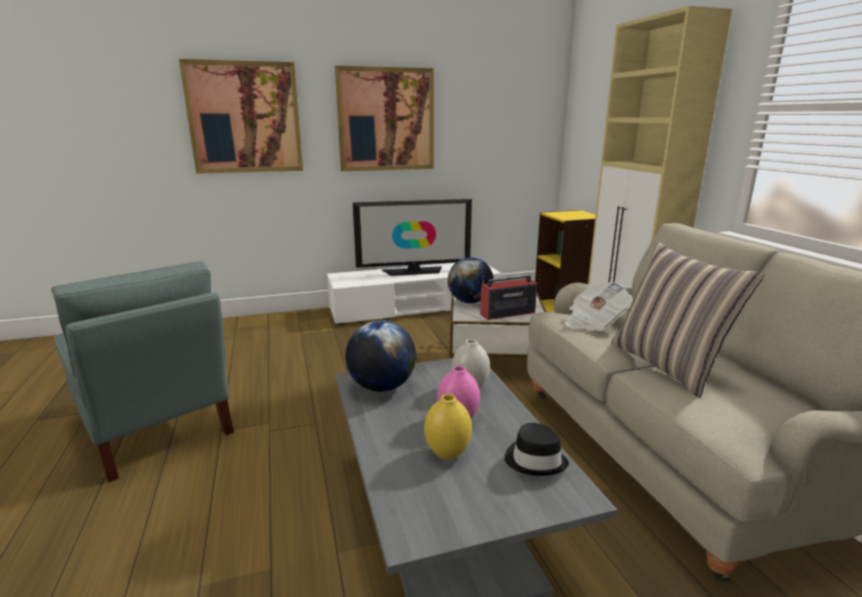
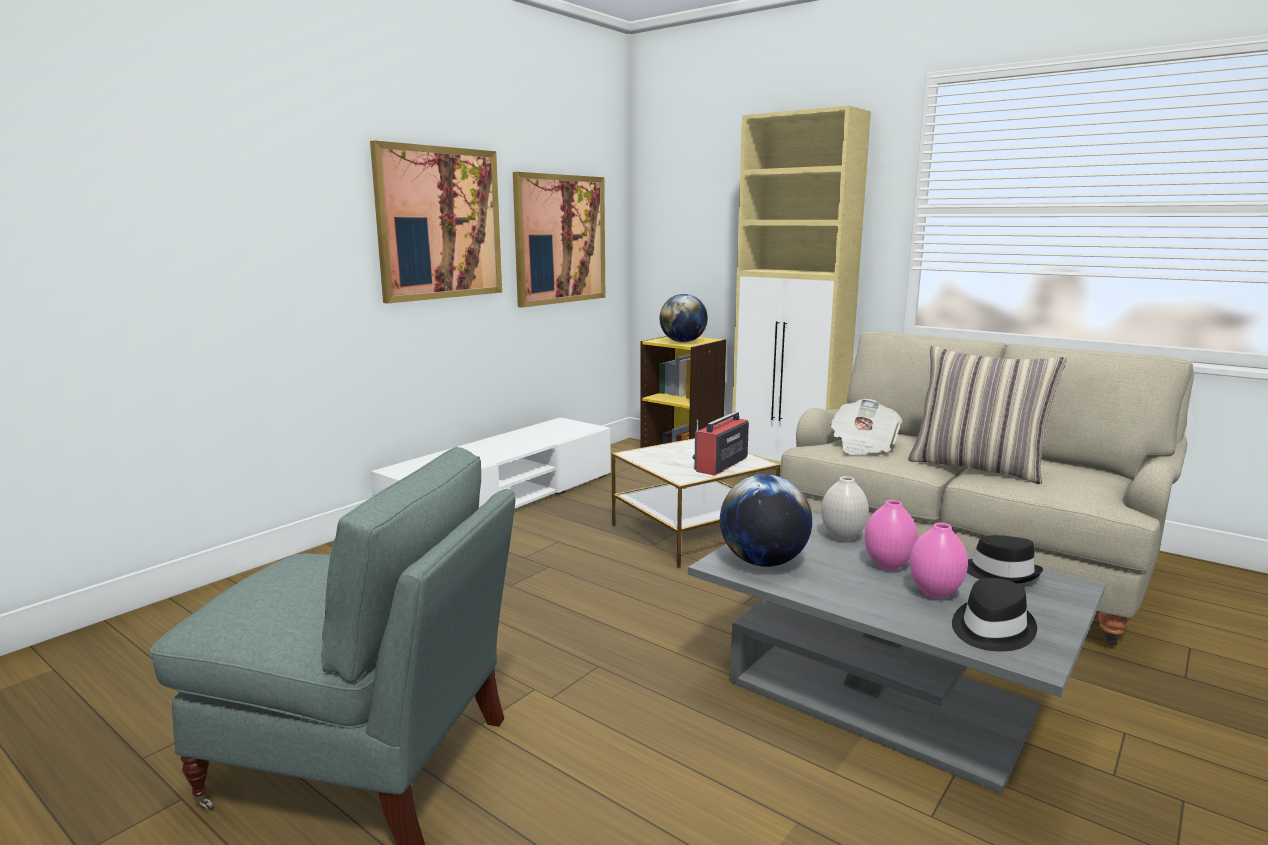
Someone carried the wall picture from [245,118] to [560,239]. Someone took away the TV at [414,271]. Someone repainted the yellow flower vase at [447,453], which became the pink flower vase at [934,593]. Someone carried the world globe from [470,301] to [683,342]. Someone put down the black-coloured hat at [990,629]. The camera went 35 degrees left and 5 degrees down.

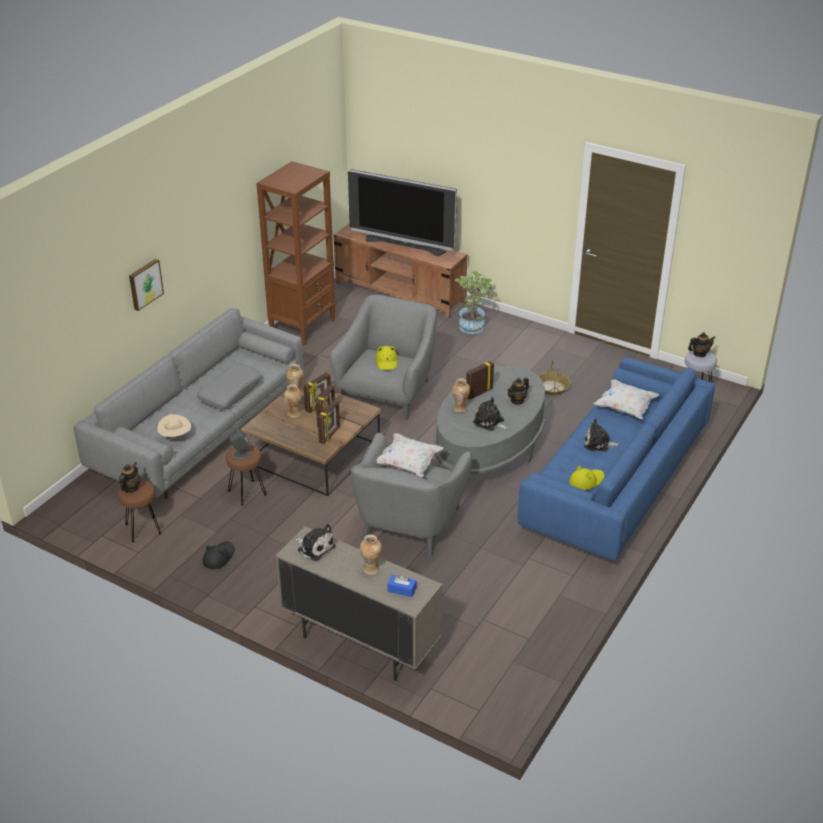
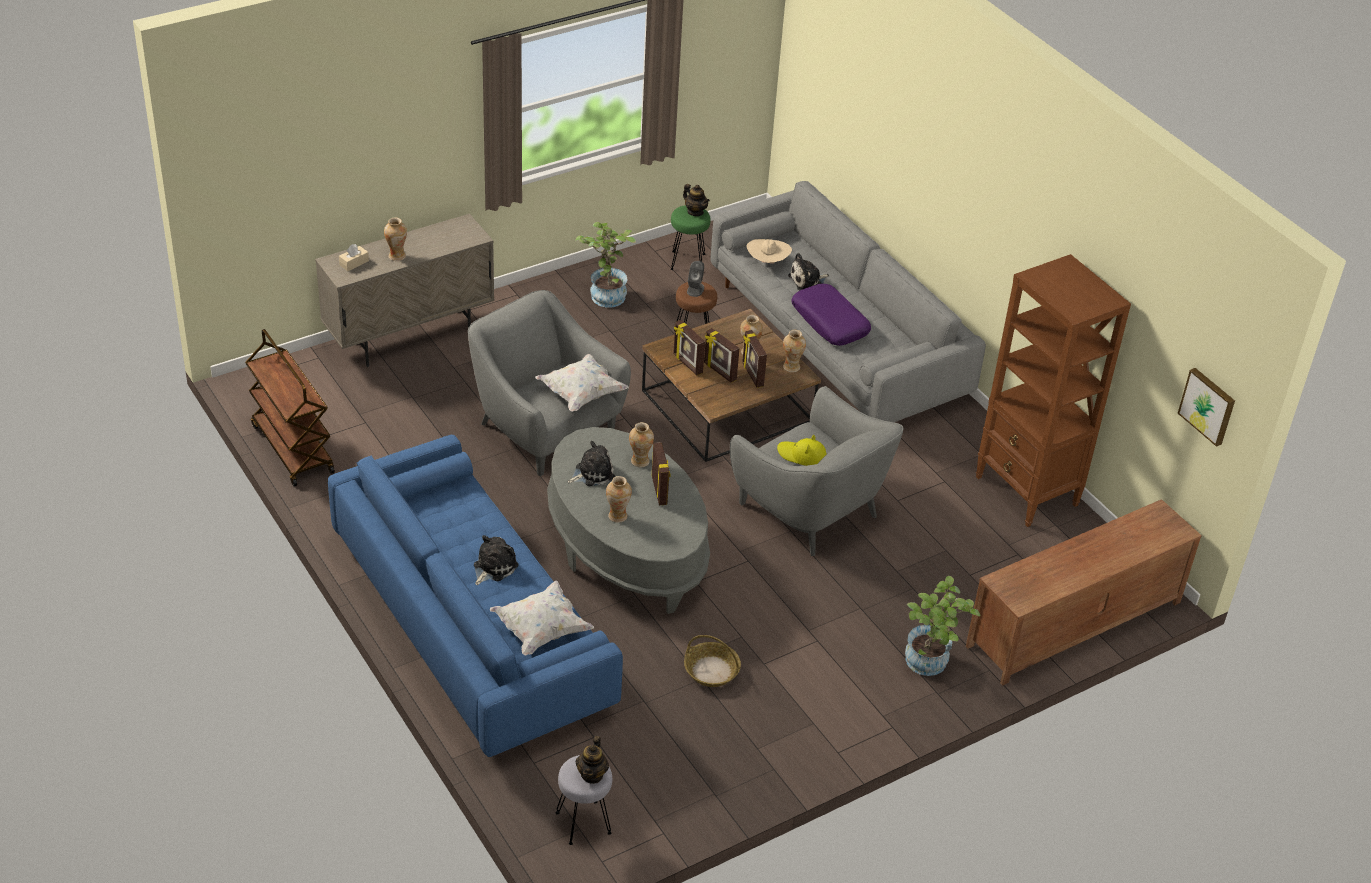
Someone repainted the brown-coloured sitting stool at [142,529], which became the green-coloured sitting stool at [688,261]. Someone carried the wall picture from [145,284] to [1208,406]. Someone repainted the greyish throw pillow at [230,392], which became the purplish throw pillow at [830,322]. Someone swapped the black-coloured hat at [218,557] for the potted plant at [606,293]. Someone carried the soft toy from [315,547] to [808,281]. Someone took away the TV at [404,245]. Someone repainted the blue tissue holder at [401,589], which became the beige-coloured tissue holder at [354,263]. Someone swapped the tea pot at [517,400] for the flower vase at [617,516]. Someone took away the yellow hat at [586,481]. Someone put down the brown-coloured trolley at [292,448]. The camera went 115 degrees right and 5 degrees up.

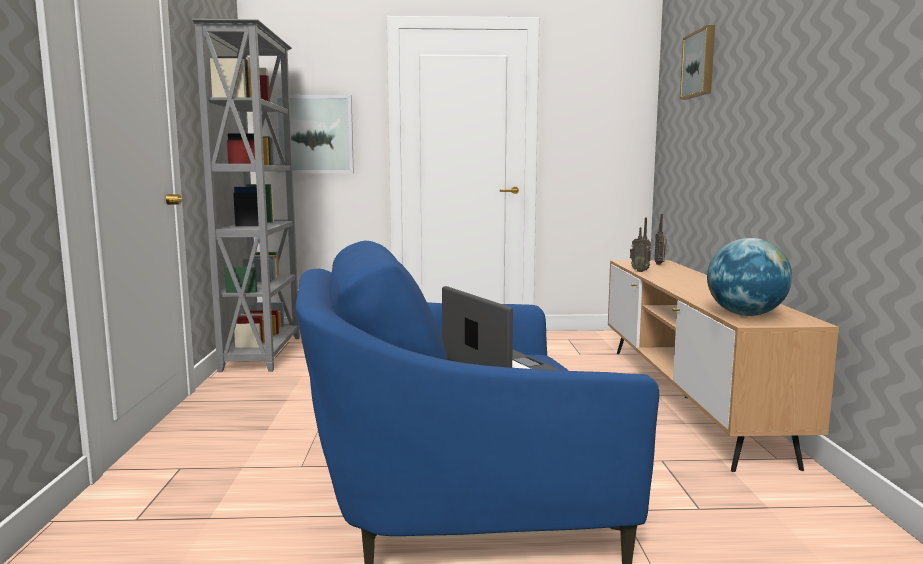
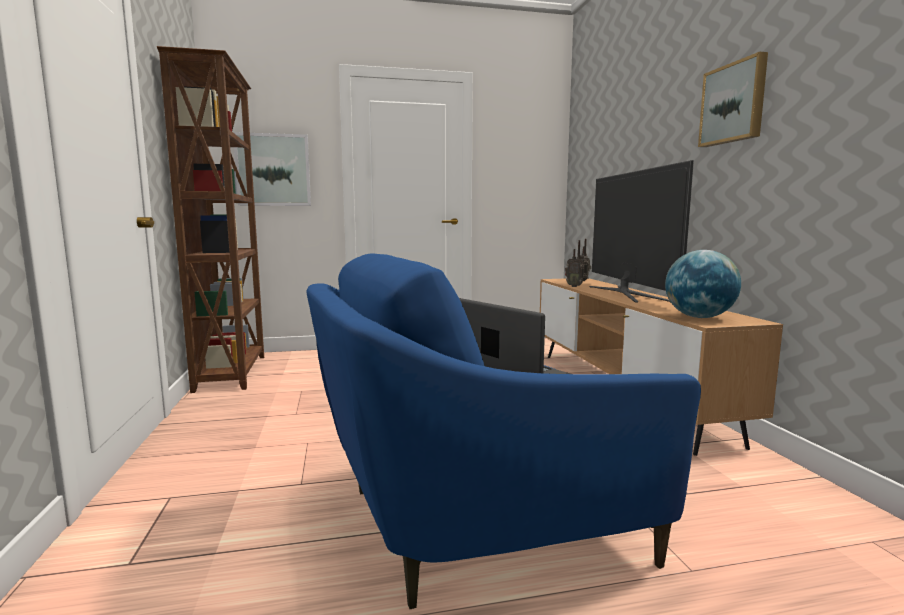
Someone repainted the greyish bookshelf at [264,353], which became the brown-coloured bookshelf at [233,372]. Someone carried the wall picture from [700,64] to [734,103]. Someone put down the TV at [627,293]. The camera went 10 degrees left and 0 degrees up.

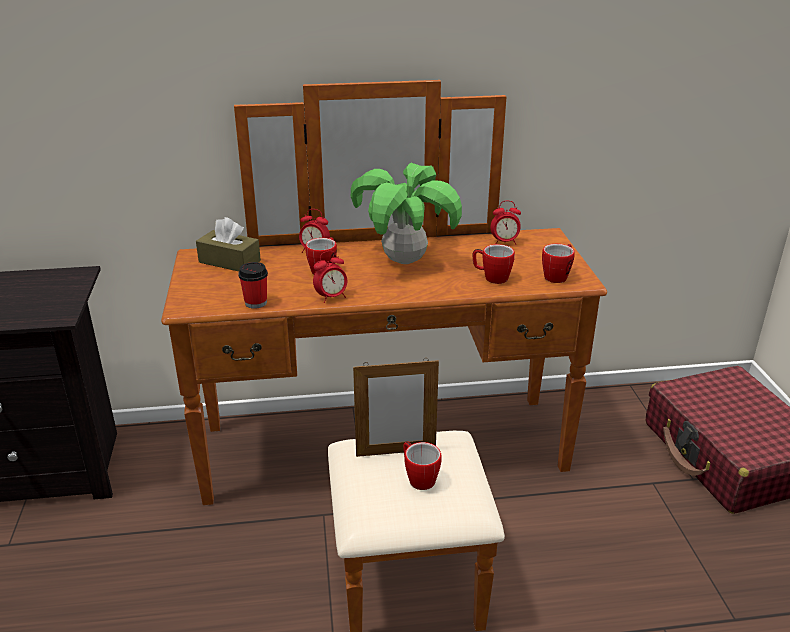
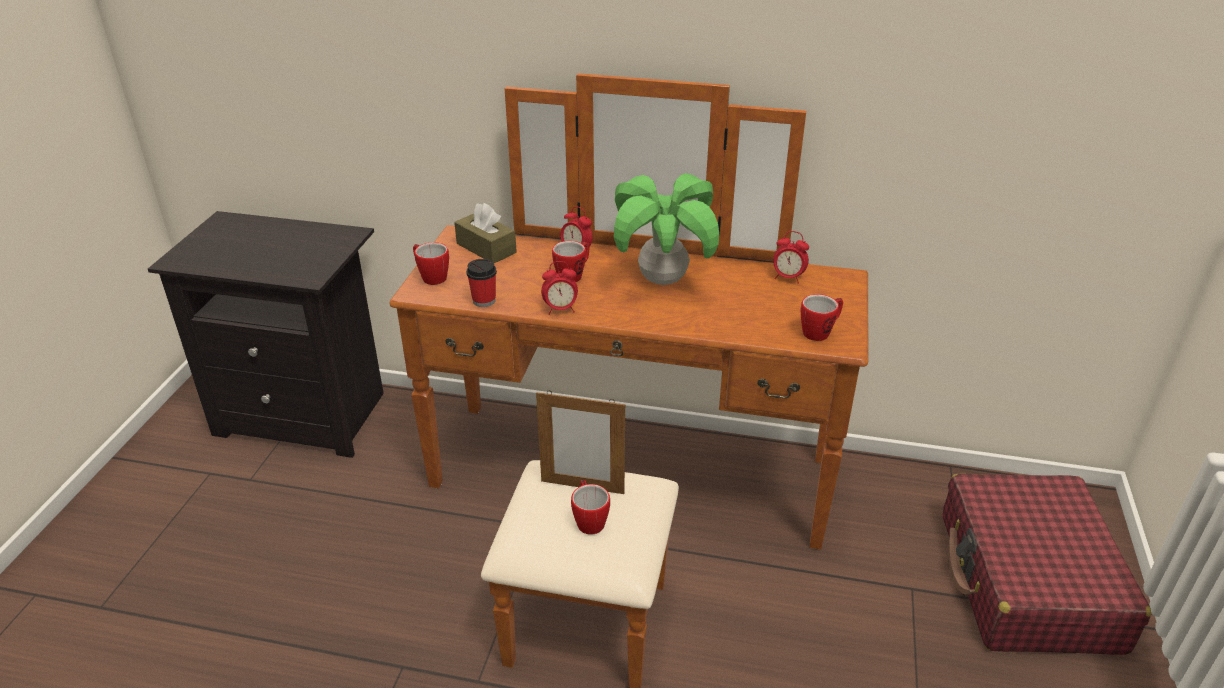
Someone carried the mug from [491,278] to [431,277]. The camera went 20 degrees right and 5 degrees up.

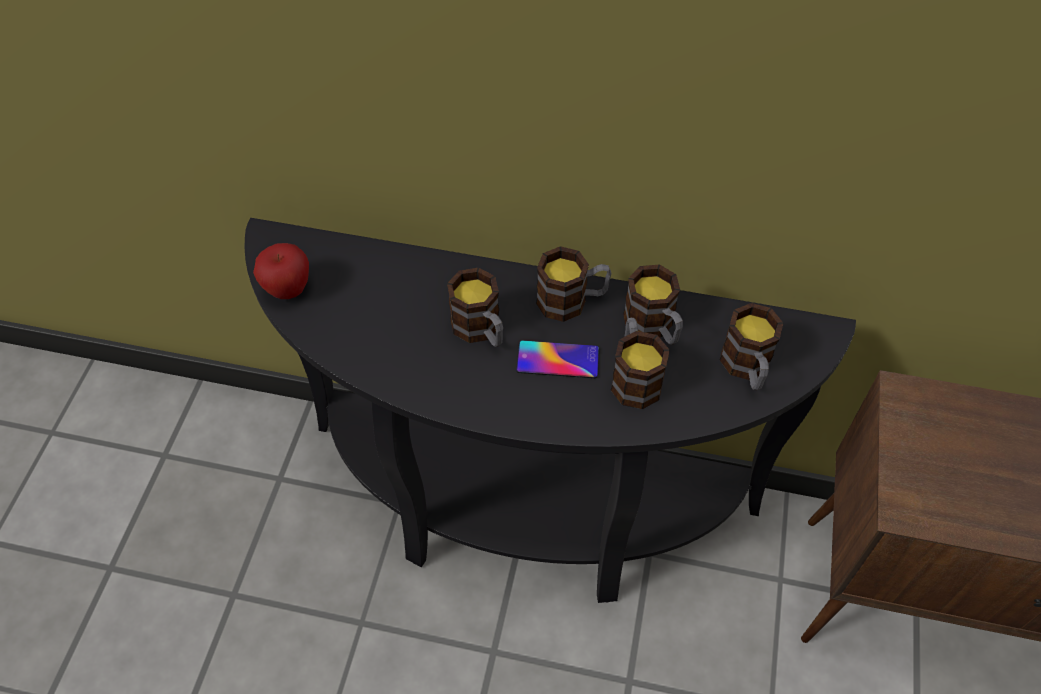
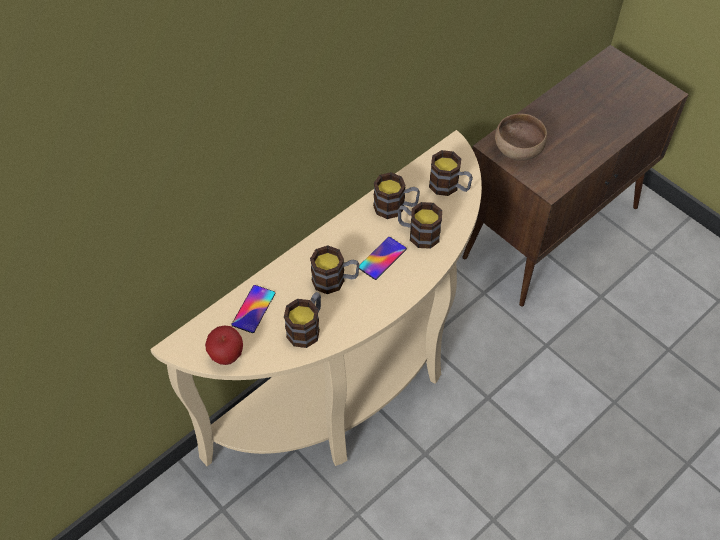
Someone repainted the black-coloured narrow table at [522,513], which became the beige-coloured narrow table at [354,387]. Someone carried the mug from [572,300] to [307,327]. Someone put down the telephone at [253,309]. Someone put down the brown-coloured deep dish at [517,150]. The camera went 55 degrees left and 0 degrees up.

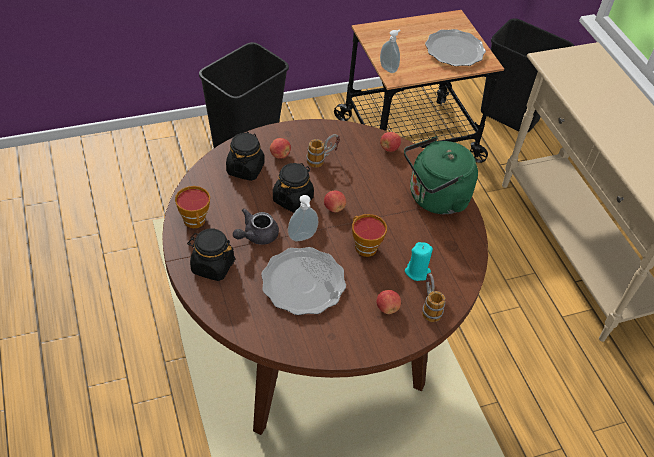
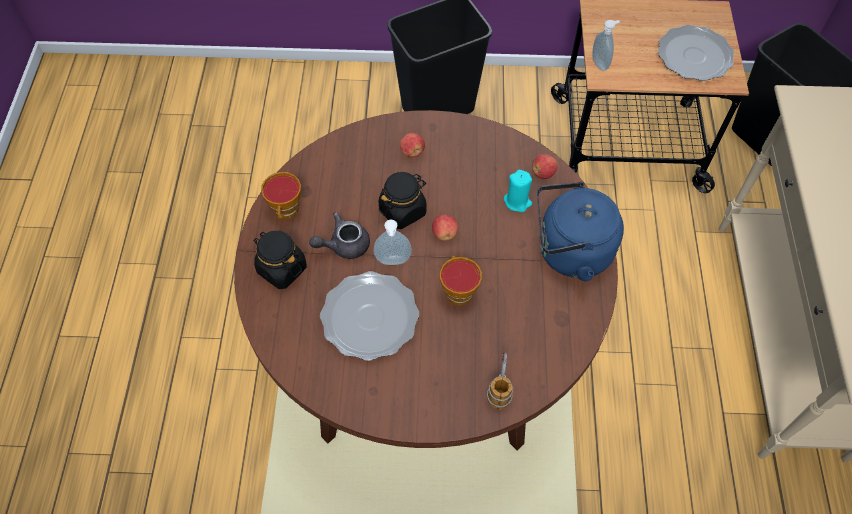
Someone took away the black-coloured preserve jar at [245,169]. Someone took away the mug at [322,159]. Someone took away the apple fruit at [387,308]. Someone repainted the green-coloured kettle at [435,198], which became the blue kettle at [569,252]. Someone carried the blue-green wax candle from [417,272] to [517,201]. The camera went 25 degrees right and 10 degrees up.

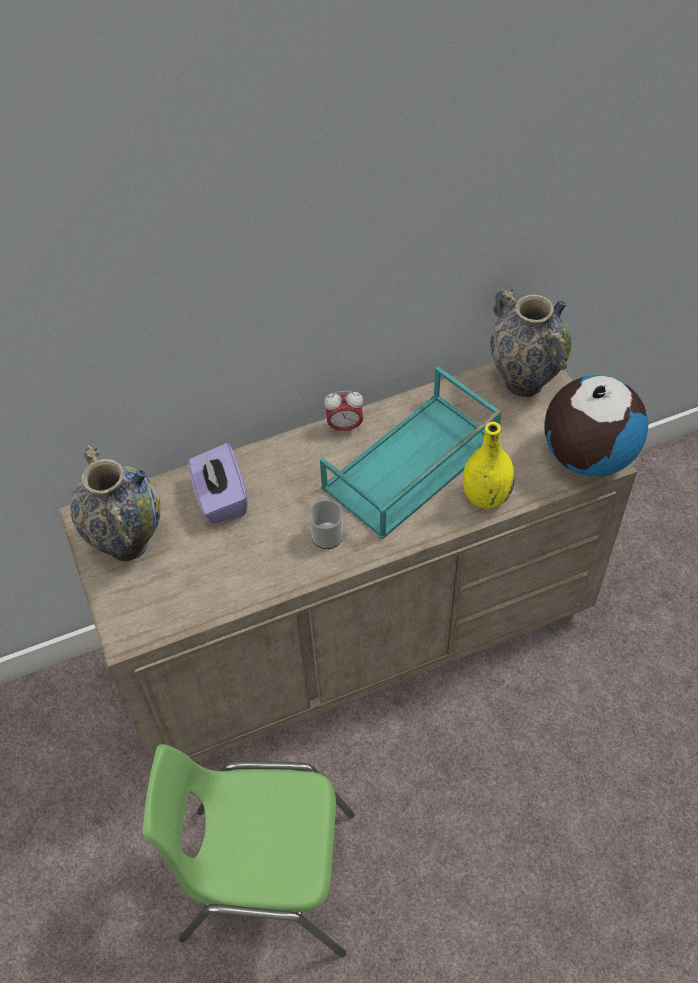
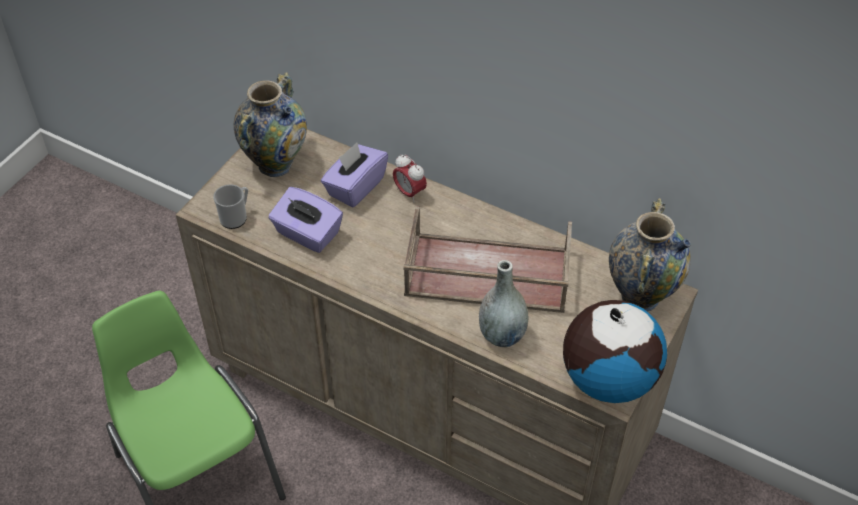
Someone carried the mug from [327,533] to [236,217]. Someone repainted the blue-green serving tray at [411,466], which became the brown-coloured serving tray at [485,274]. Someone carried the bedside clock from [344,427] to [409,193]. Someone repainted the yellow flower vase at [486,497], which became the greyish flower vase at [502,335]. Someone put down the purplish tissue holder at [307,234]. The camera went 50 degrees right and 5 degrees down.

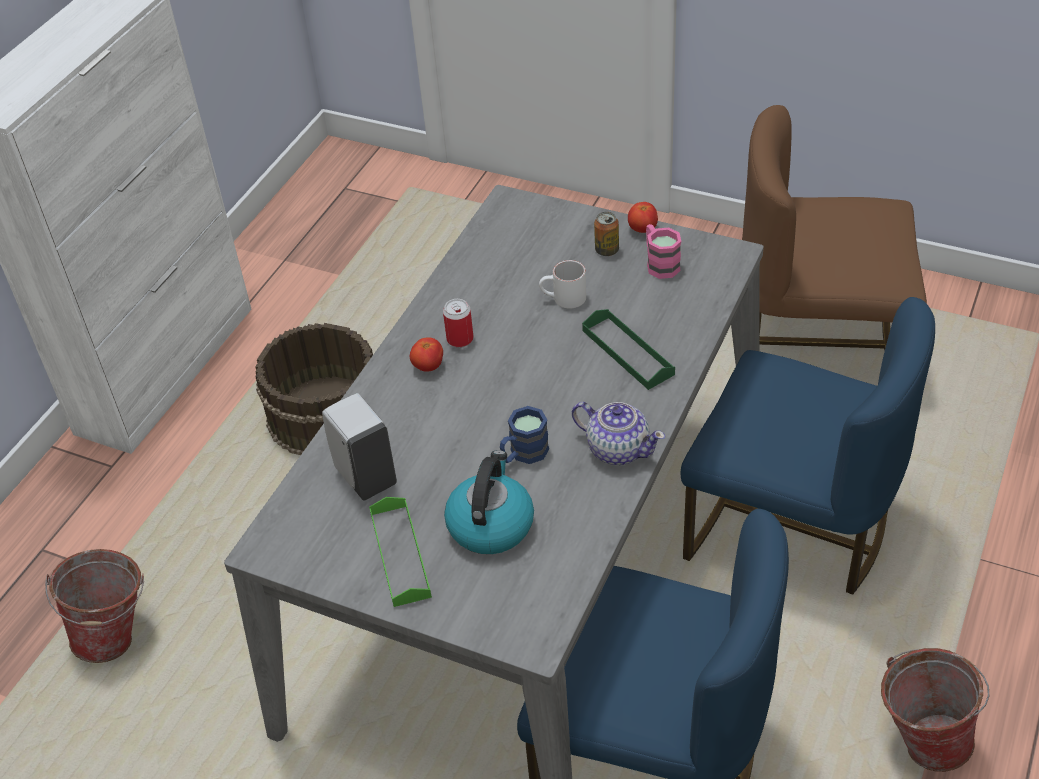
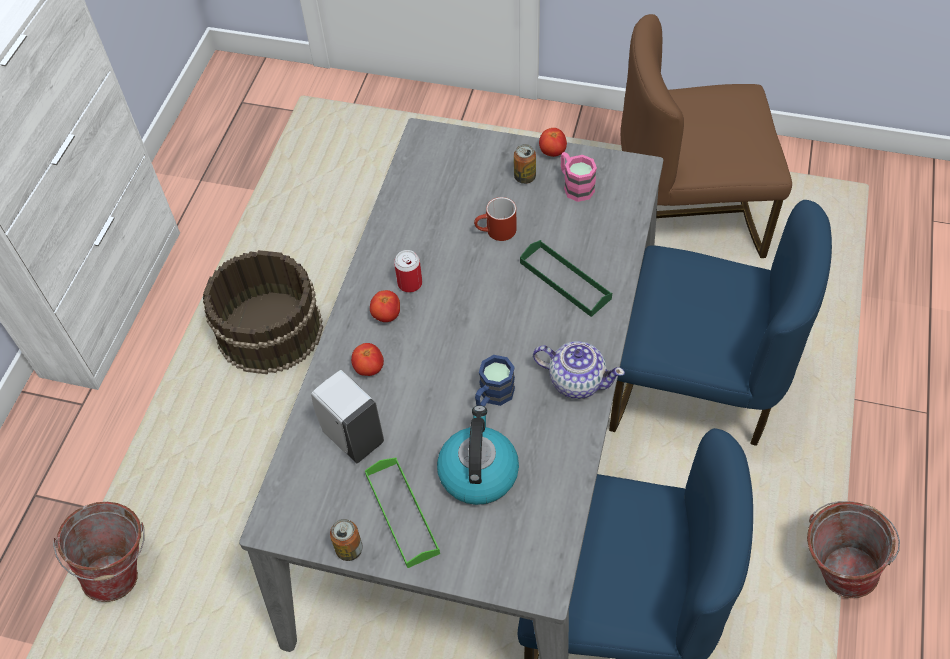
Someone repainted the white-coloured mug at [563,299], which became the red-coloured mug at [496,232]. Someone put down the sealed can at [349,549]. Someone put down the whole tomato at [369,368]. The camera went 10 degrees left and 10 degrees up.

